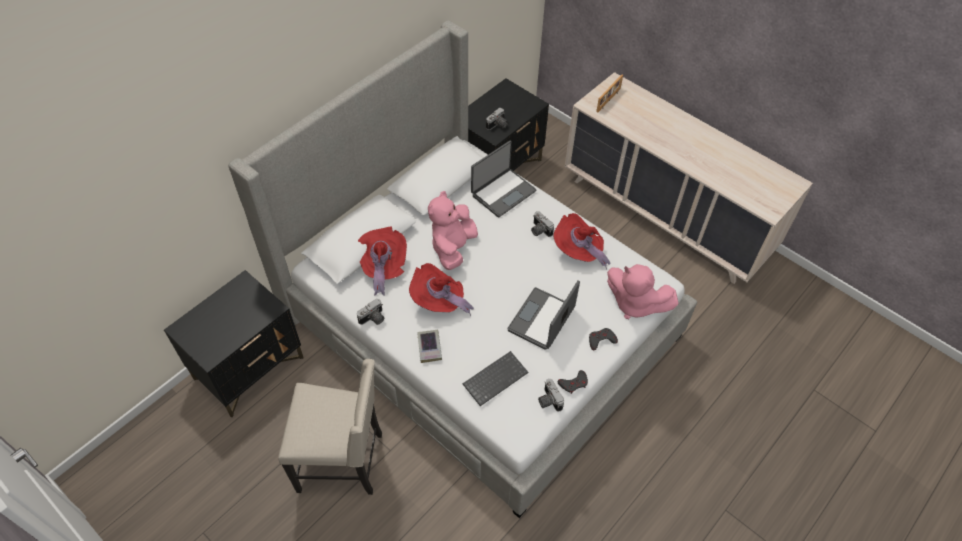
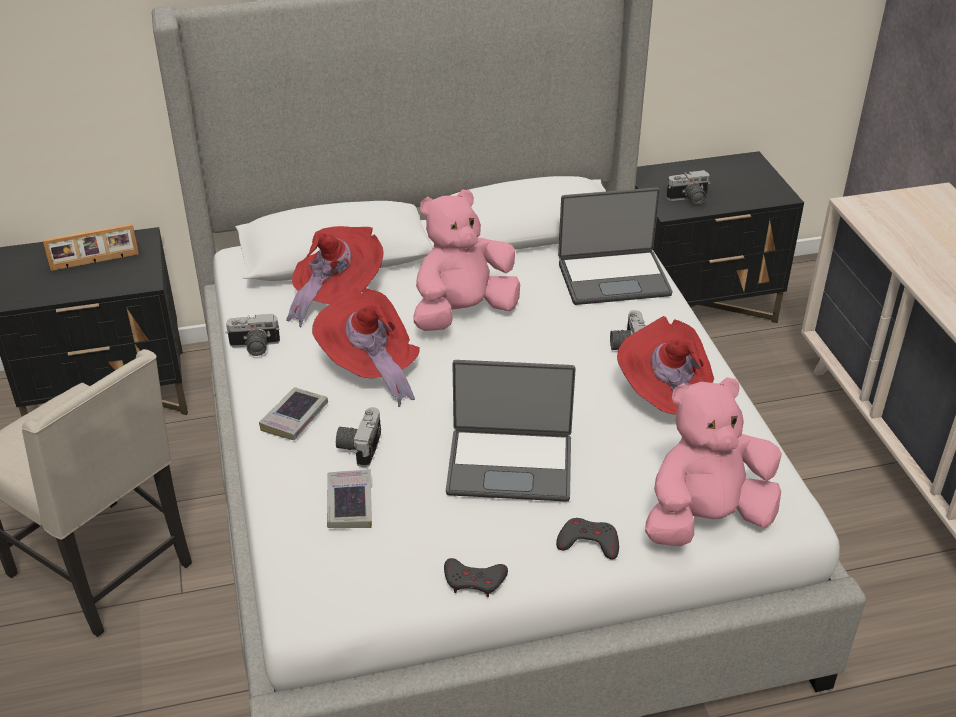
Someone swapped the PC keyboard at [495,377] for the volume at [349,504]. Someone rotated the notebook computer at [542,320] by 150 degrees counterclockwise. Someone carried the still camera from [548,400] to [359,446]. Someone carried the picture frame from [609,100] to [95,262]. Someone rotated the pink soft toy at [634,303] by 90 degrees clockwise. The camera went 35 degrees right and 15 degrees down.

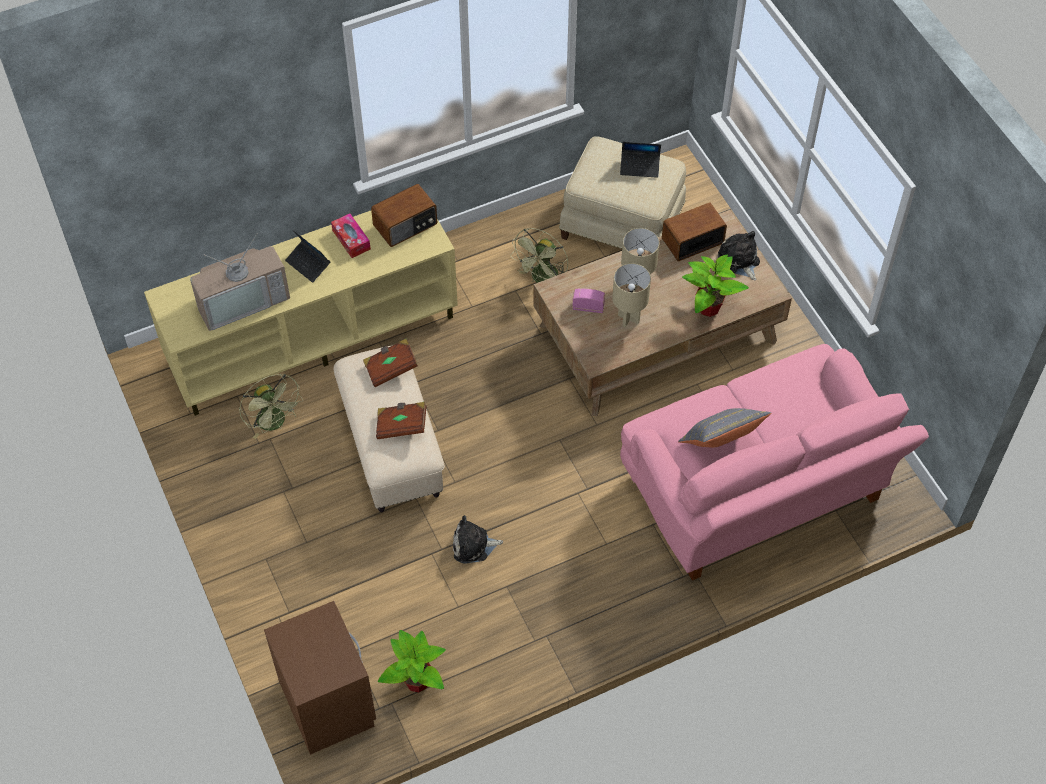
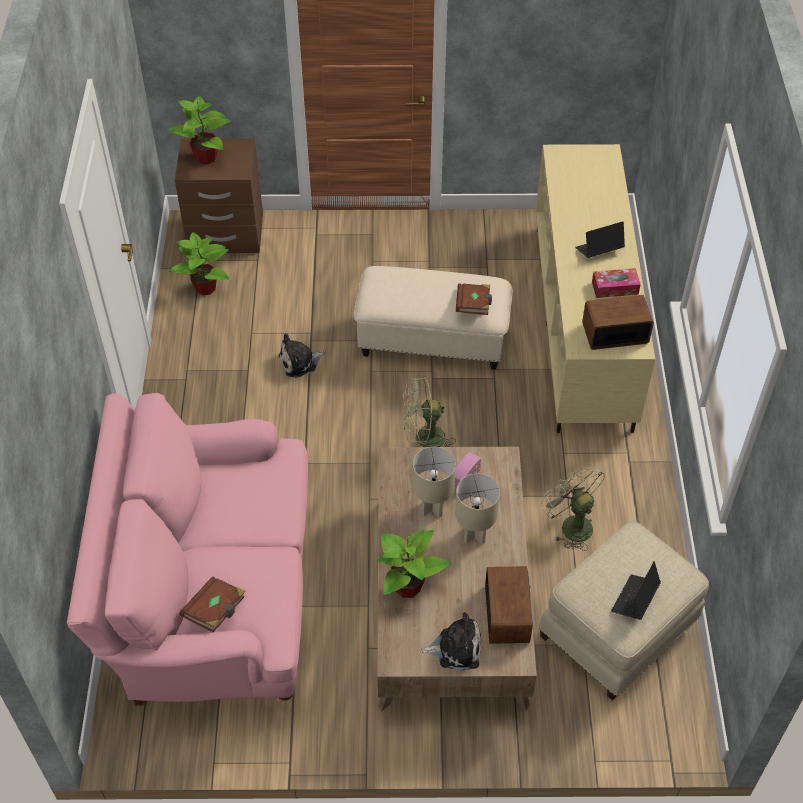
Someone took away the TV at [242,299]. Someone carried the green-coloured electric fan from [275,423] to [424,439]. Someone rotated the radio receiver at [406,225] by 90 degrees clockwise. Someone carried the brown-coloured volume from [401,425] to [215,610]. Someone rotated the soft toy at [473,546] by 135 degrees counterclockwise. Someone took away the greyish throw pillow at [720,443]. Someone put down the potted plant at [207,157]. The camera went 115 degrees right and 5 degrees down.

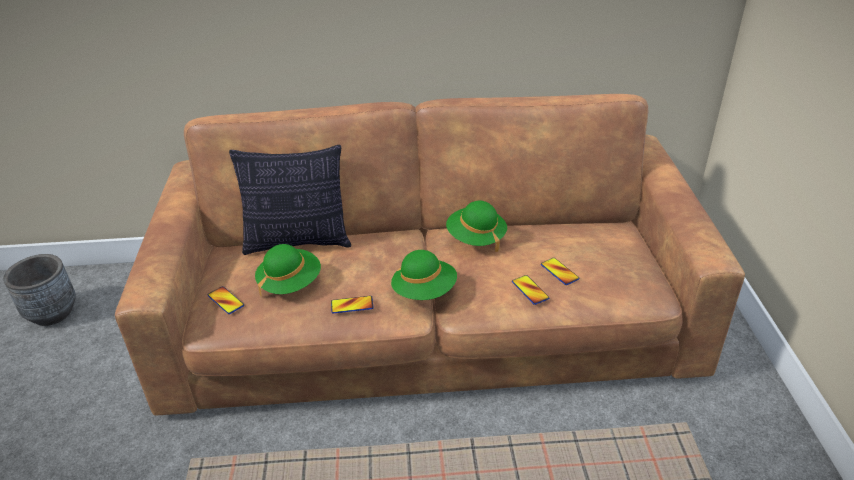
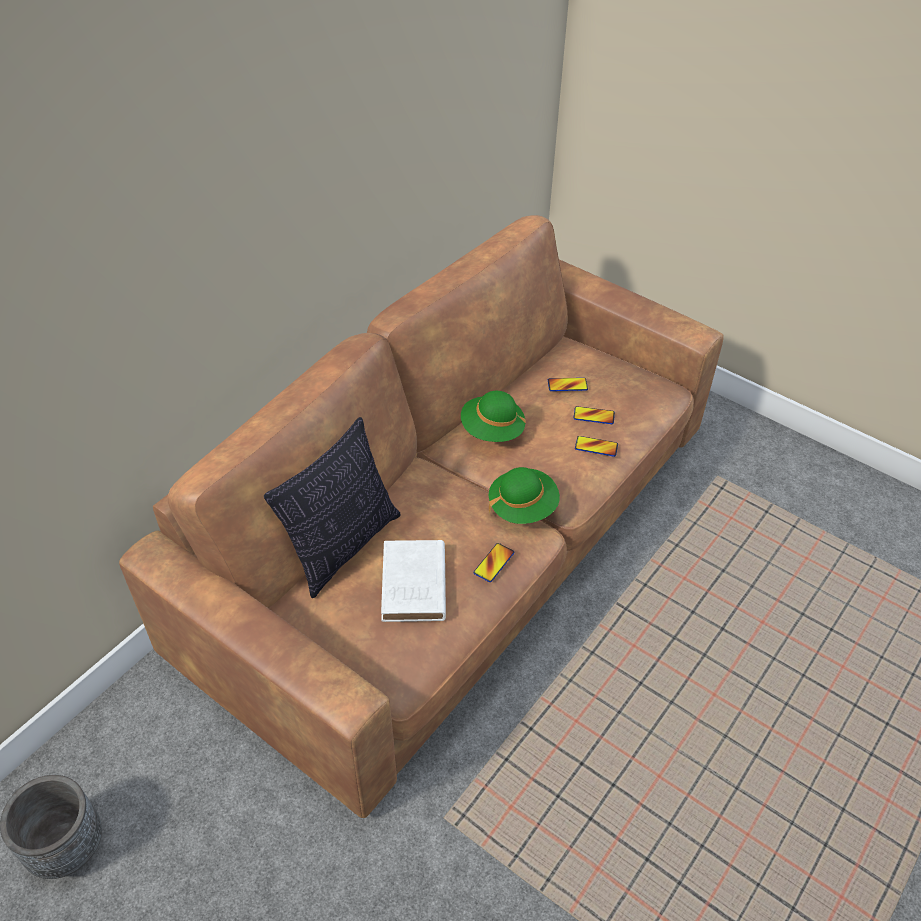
Someone carried the telephone from [225,301] to [567,385]. Someone swapped the green-coloured hat at [290,283] for the white-coloured volume at [414,586]. The camera went 50 degrees left and 10 degrees up.

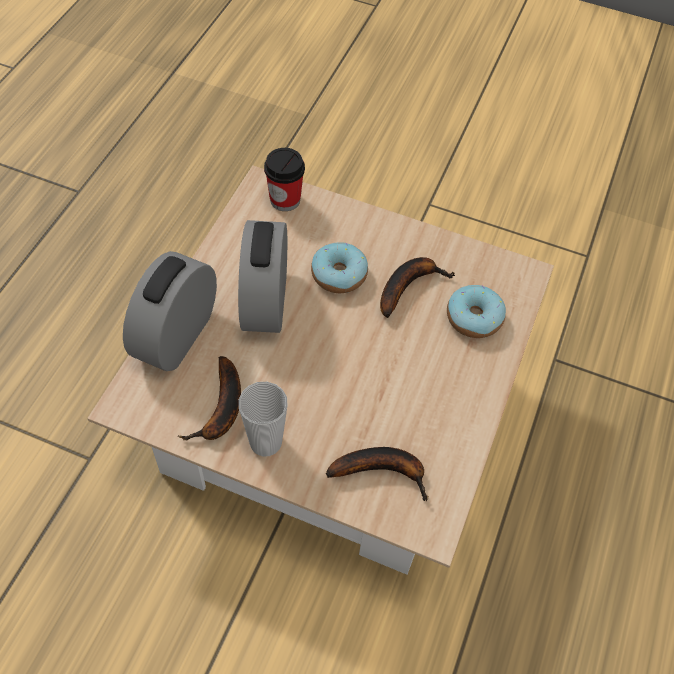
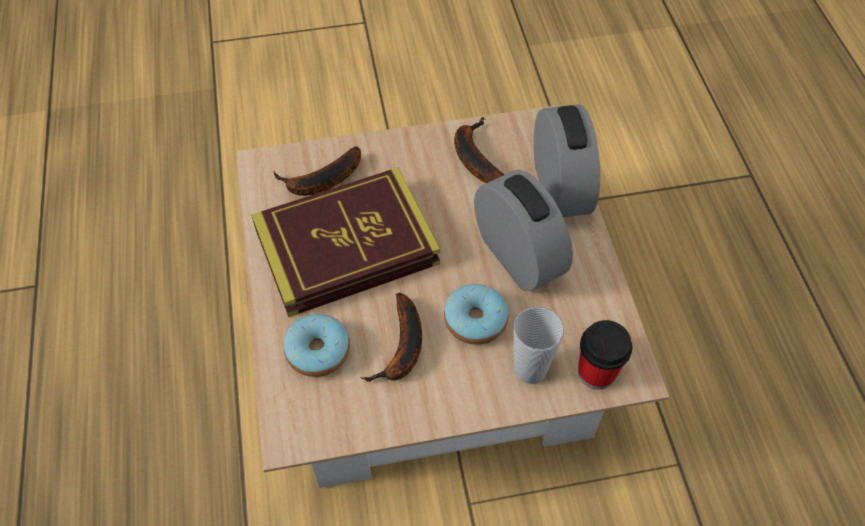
Someone carried the small cup from [265,442] to [530,369]. Someone put down the volume at [346,247]. The camera went 150 degrees right and 0 degrees up.

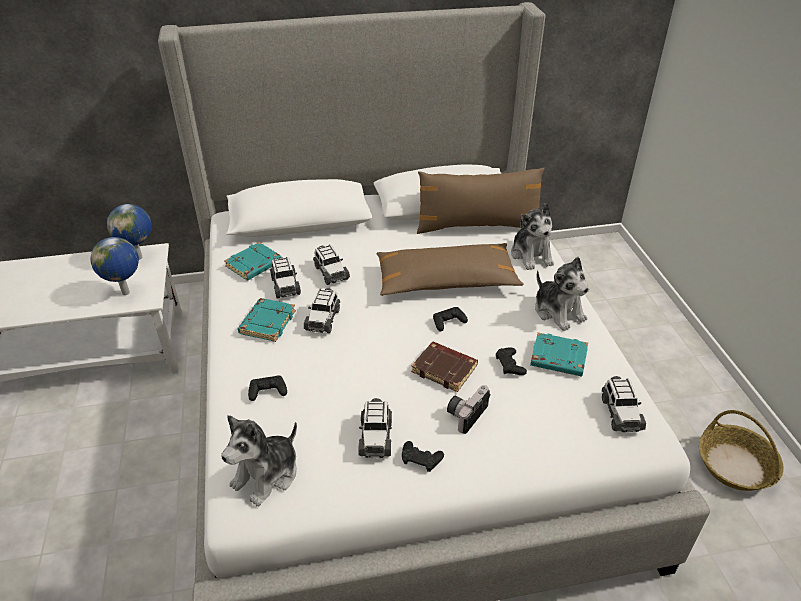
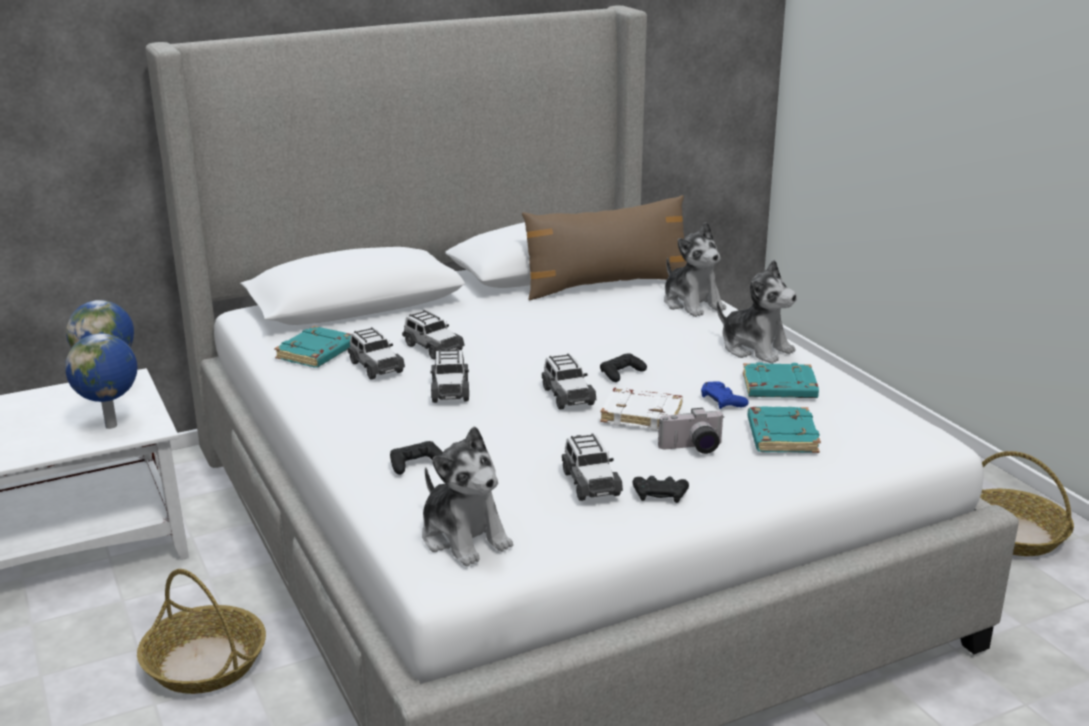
Someone rotated the soft toy at [267,475] by 60 degrees counterclockwise. Someone carried the blue-green volume from [267,322] to [780,436]. Someone took away the brown-coloured throw pillow at [446,281]. Someone repainted the brown-coloured volume at [445,369], which became the white-coloured volume at [643,415]. Someone rotated the still camera at [466,413] by 120 degrees counterclockwise. Someone repainted the black-coloured gamepad at [510,365], which became the blue gamepad at [722,401]. Someone carried the toy car from [620,413] to [567,396]. Someone put down the basket at [206,663]. The camera went 15 degrees left and 15 degrees down.

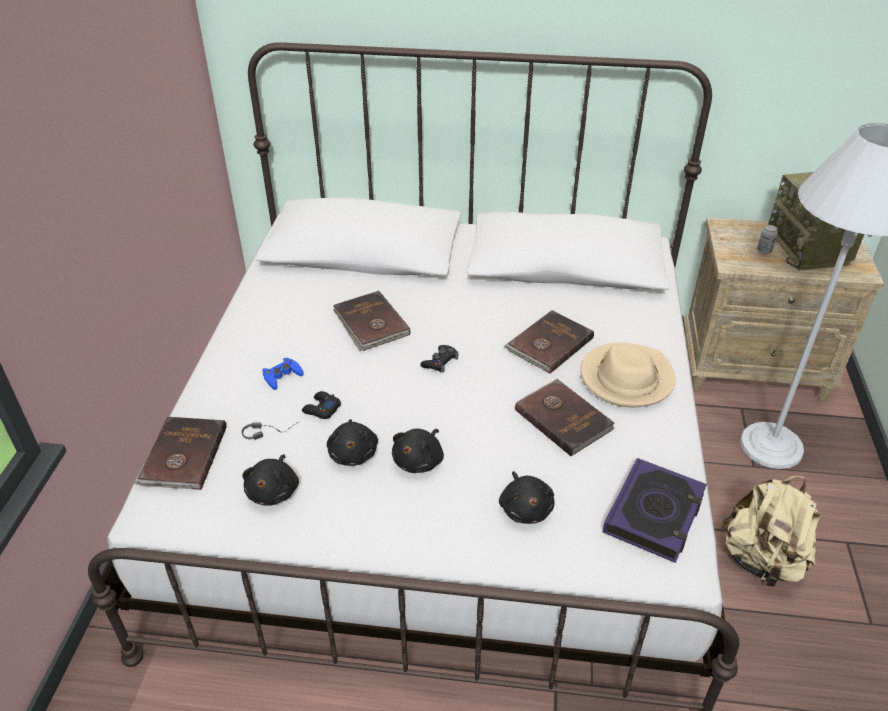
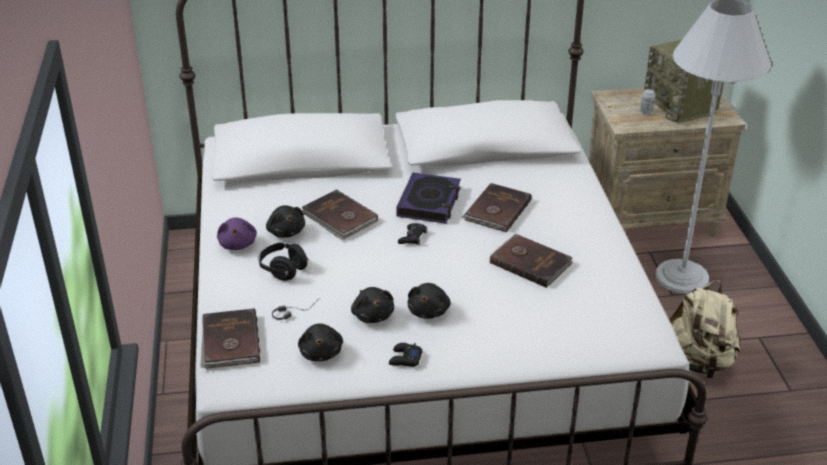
Someone swapped the blue gamepad at [282,376] for the black-coloured headset at [283,270]. Someone carried the black-coloured gamepad from [321,409] to [405,359]. Someone carried the black-coloured soft toy from [525,508] to [286,231]. Someone took away the beige-coloured hat at [626,378]. Someone carried the volume from [654,514] to [429,203]. Someone put down the purplish soft toy at [238,244]. The camera went 15 degrees left and 5 degrees down.

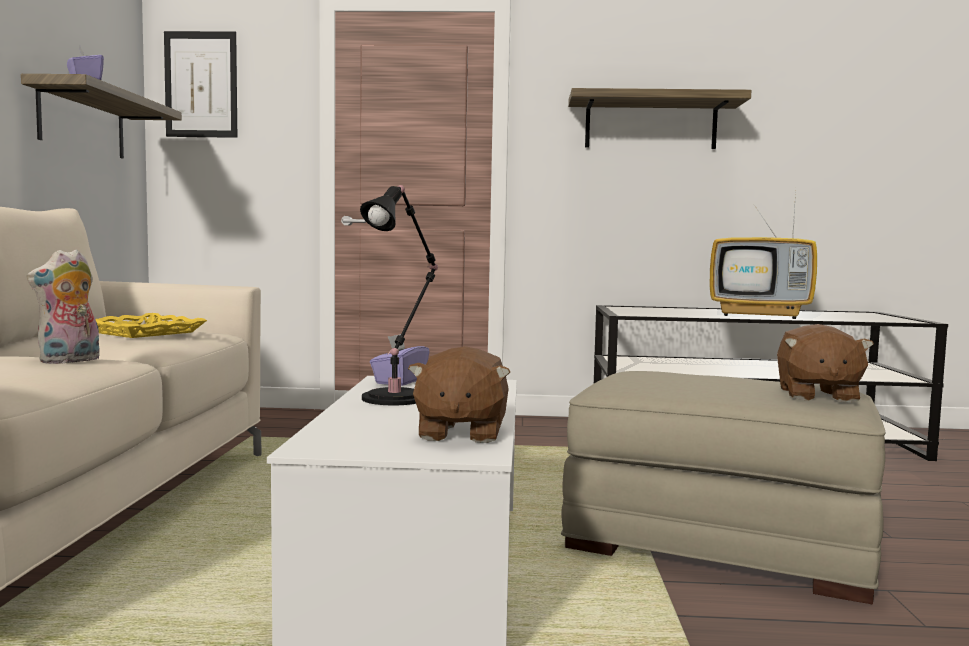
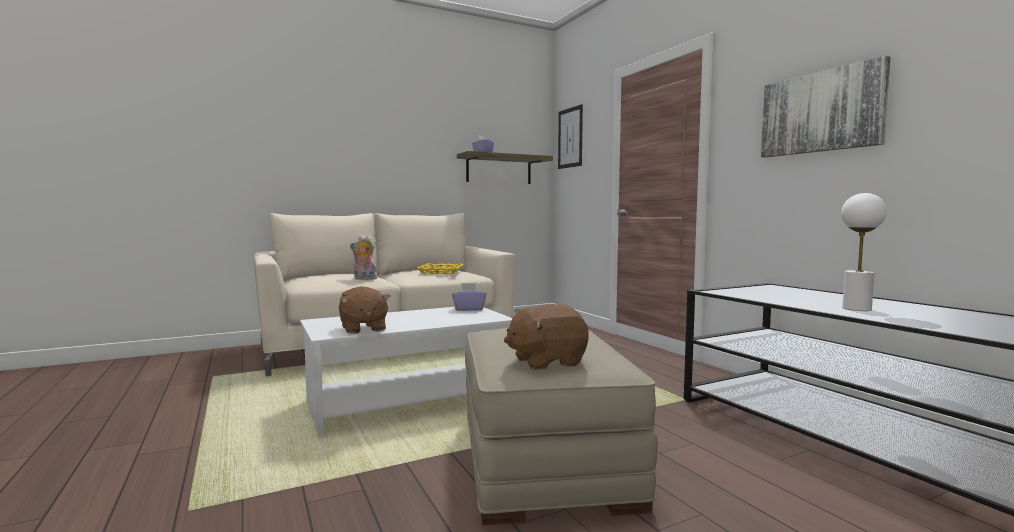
Someone took away the black-coloured table lamp at [398,397]. Someone rotated the brown-coloured soft toy at [460,433] by 90 degrees counterclockwise. Someone swapped the bracket shelf at [650,124] for the wall picture at [821,112]. Someone swapped the TV at [761,315] for the white-coloured table lamp at [857,309]. The camera went 60 degrees right and 0 degrees up.

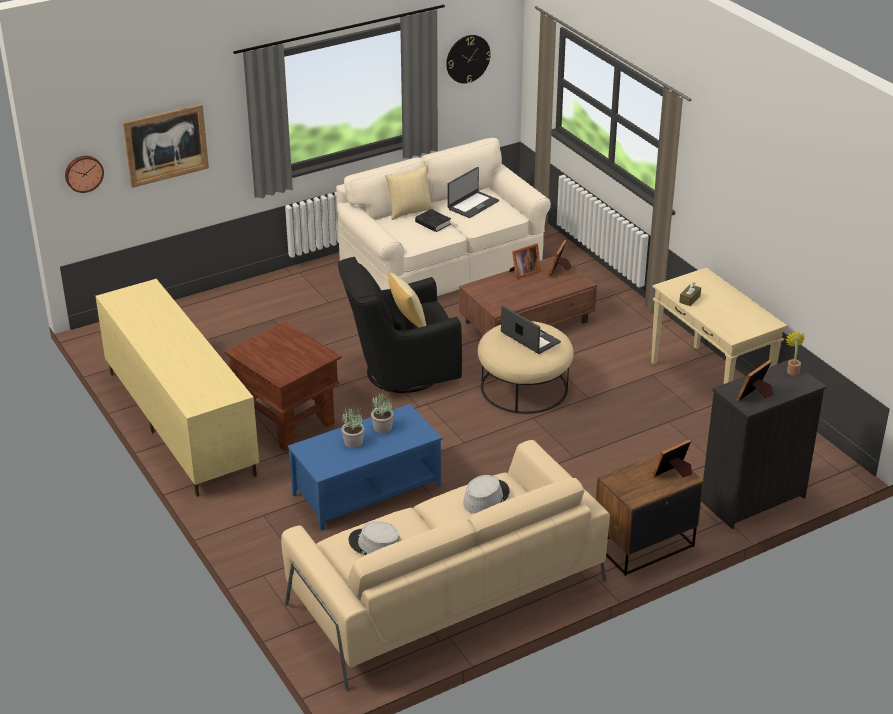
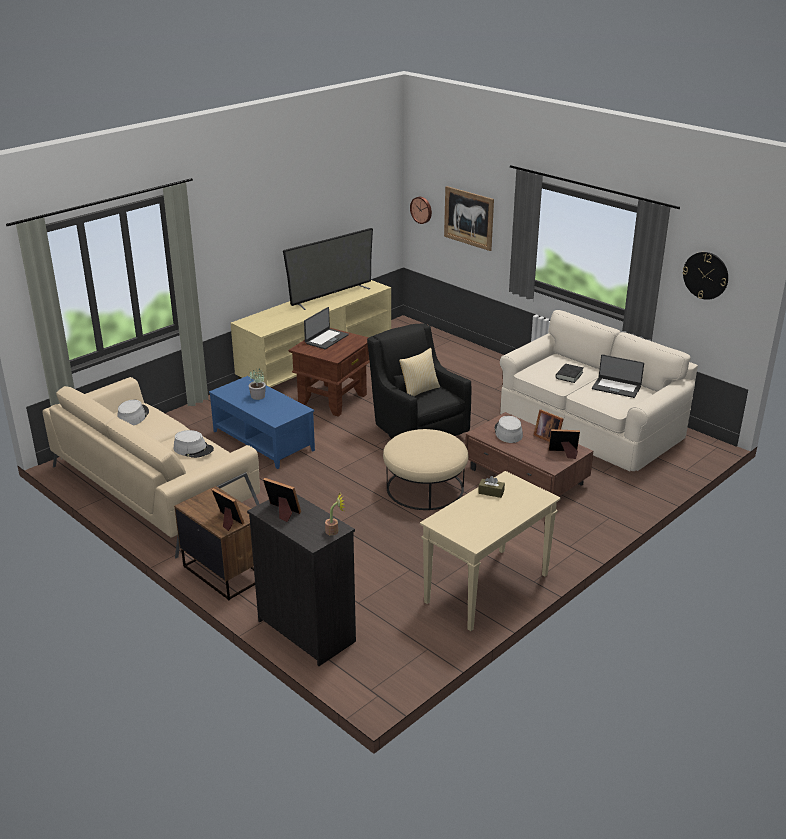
Someone took away the potted plant at [382,427]. Someone took away the throw pillow at [409,211]. Someone carried the notebook computer from [529,338] to [326,339]. Someone put down the TV at [331,296]. Someone put down the greyish hat at [508,432]. The camera went 75 degrees right and 5 degrees down.

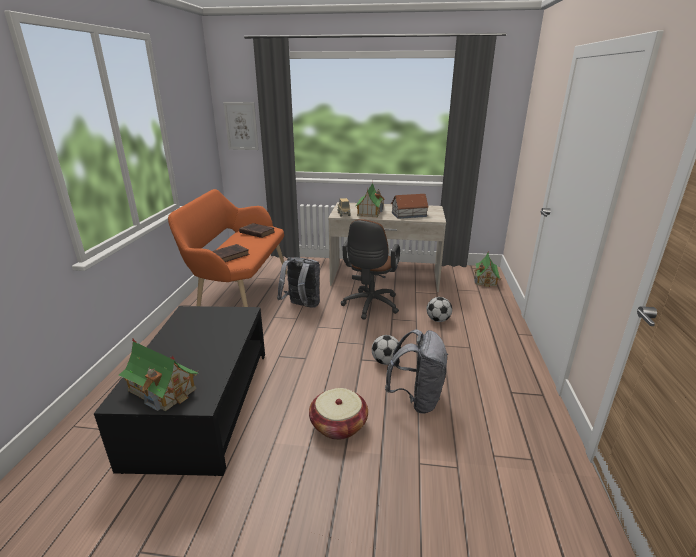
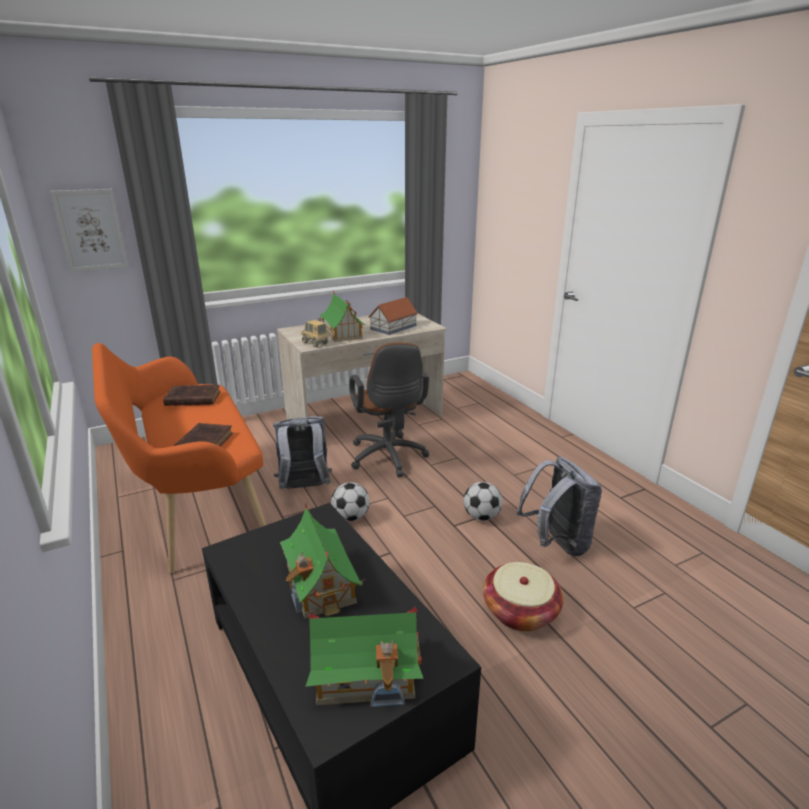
Someone carried the ball for football from [438,320] to [351,517]. Someone carried the model house from [485,279] to [320,583]. The camera went 35 degrees left and 0 degrees up.

